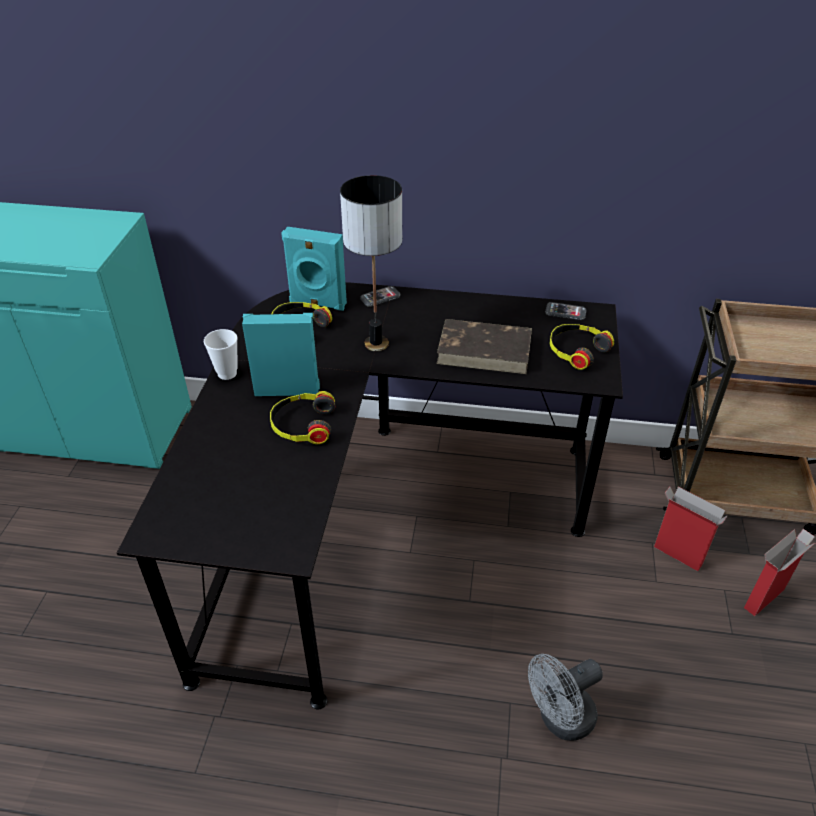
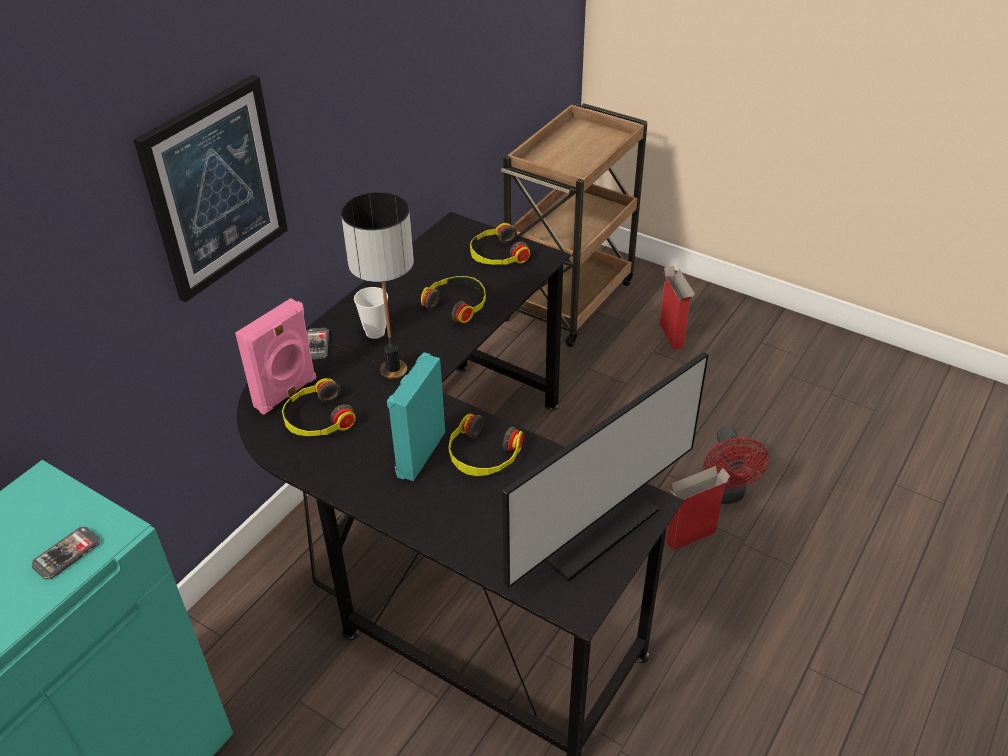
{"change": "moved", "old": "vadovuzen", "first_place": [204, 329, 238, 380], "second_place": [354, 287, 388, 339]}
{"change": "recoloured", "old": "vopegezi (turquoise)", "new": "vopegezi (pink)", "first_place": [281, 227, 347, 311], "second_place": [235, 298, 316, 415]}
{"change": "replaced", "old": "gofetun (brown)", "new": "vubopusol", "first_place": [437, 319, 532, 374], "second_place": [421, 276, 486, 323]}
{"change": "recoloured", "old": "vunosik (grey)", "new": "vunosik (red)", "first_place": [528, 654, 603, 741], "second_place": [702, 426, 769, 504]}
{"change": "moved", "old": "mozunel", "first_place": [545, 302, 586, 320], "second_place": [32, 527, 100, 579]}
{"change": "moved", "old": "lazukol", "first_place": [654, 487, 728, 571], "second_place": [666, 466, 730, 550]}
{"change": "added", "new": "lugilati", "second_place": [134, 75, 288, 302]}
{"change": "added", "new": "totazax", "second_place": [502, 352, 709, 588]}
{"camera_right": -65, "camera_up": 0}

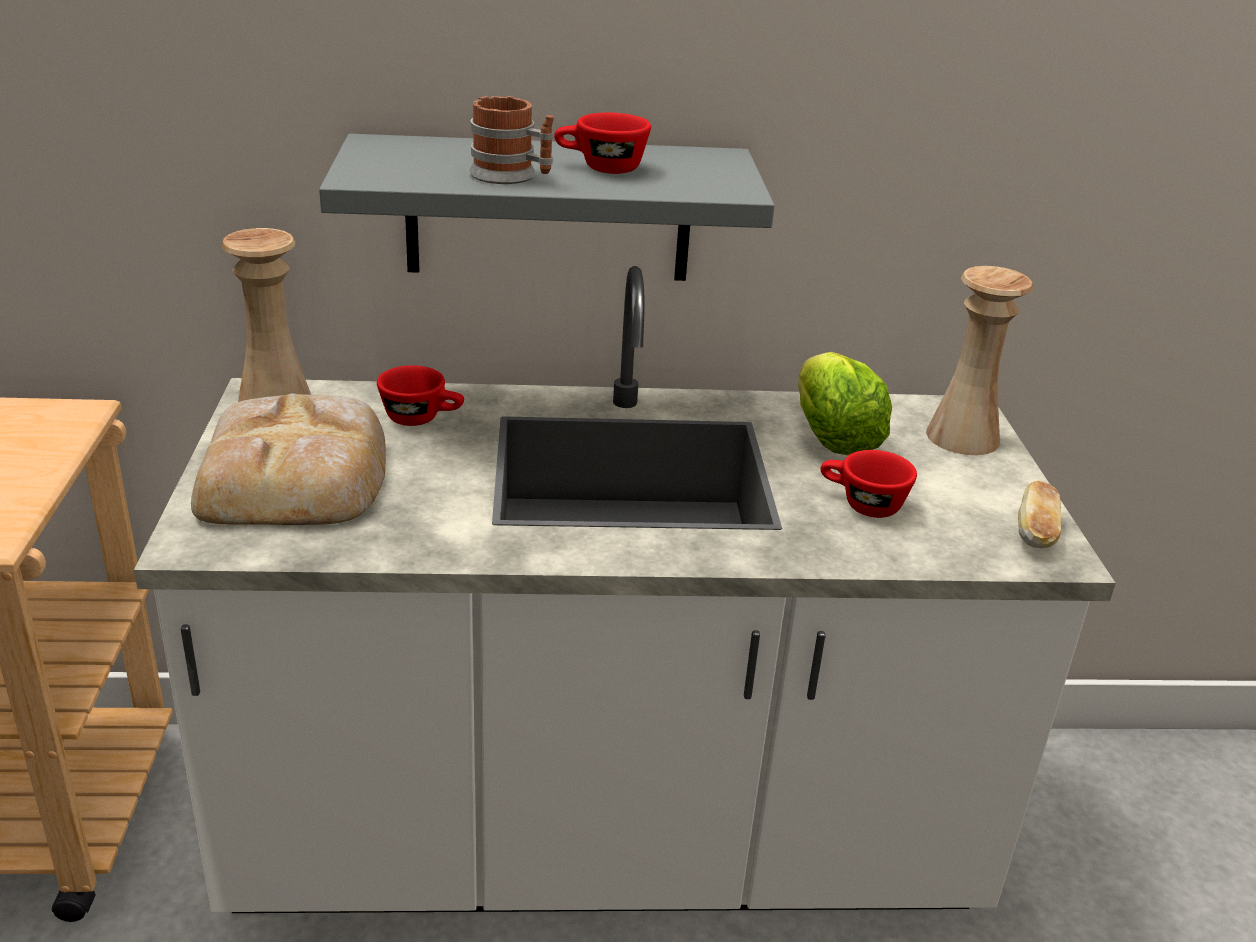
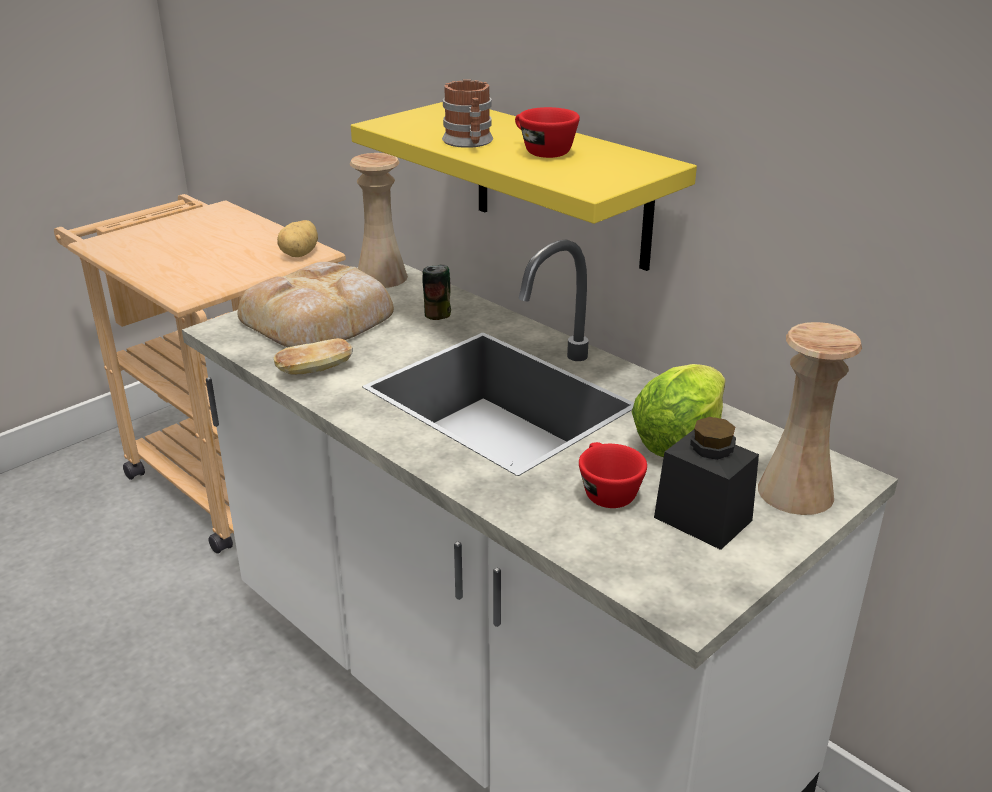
{"change": "recoloured", "old": "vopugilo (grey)", "new": "vopugilo (yellow)", "first_place": [319, 134, 775, 281], "second_place": [351, 102, 697, 271]}
{"change": "replaced", "old": "vadovuzen (red)", "new": "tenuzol", "first_place": [377, 365, 464, 426], "second_place": [422, 264, 451, 320]}
{"change": "moved", "old": "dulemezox", "first_place": [1018, 481, 1061, 548], "second_place": [274, 338, 353, 375]}
{"change": "added", "new": "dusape", "second_place": [277, 220, 318, 257]}
{"change": "added", "new": "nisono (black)", "second_place": [654, 417, 759, 550]}
{"camera_right": 50, "camera_up": 0}

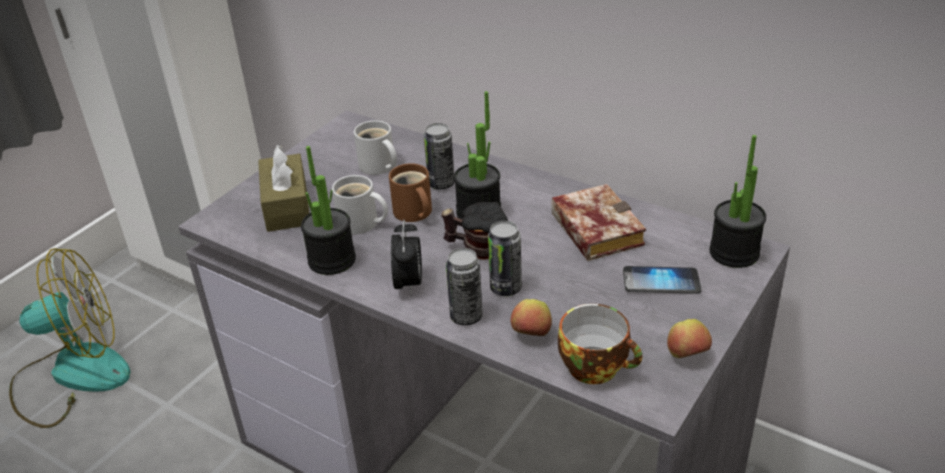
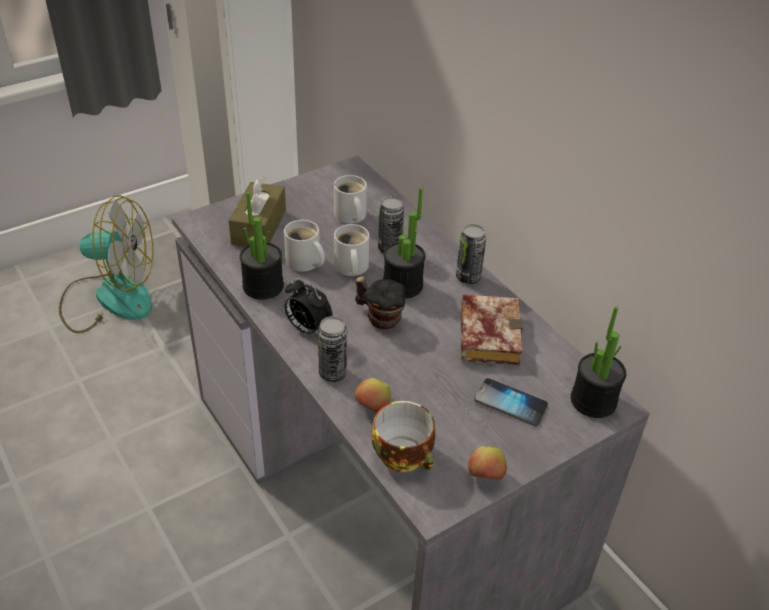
{"change": "recoloured", "old": "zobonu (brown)", "new": "zobonu (white)", "first_place": [389, 163, 432, 222], "second_place": [334, 224, 369, 276]}
{"change": "turned", "old": "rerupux", "first_place": [391, 220, 422, 296], "second_place": [284, 278, 333, 335], "degrees": 105}
{"change": "moved", "old": "tenuzol", "first_place": [488, 221, 522, 296], "second_place": [456, 224, 486, 284]}
{"camera_right": 20, "camera_up": 5}

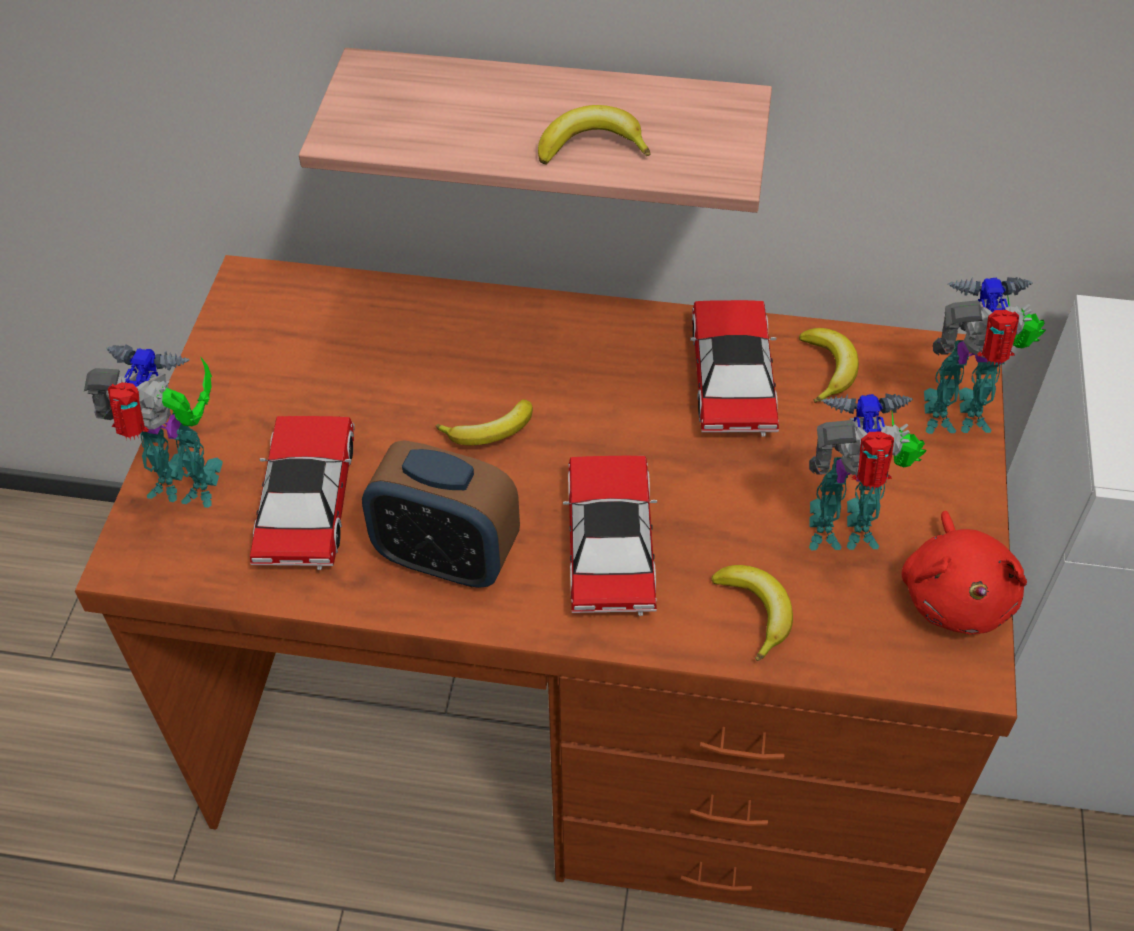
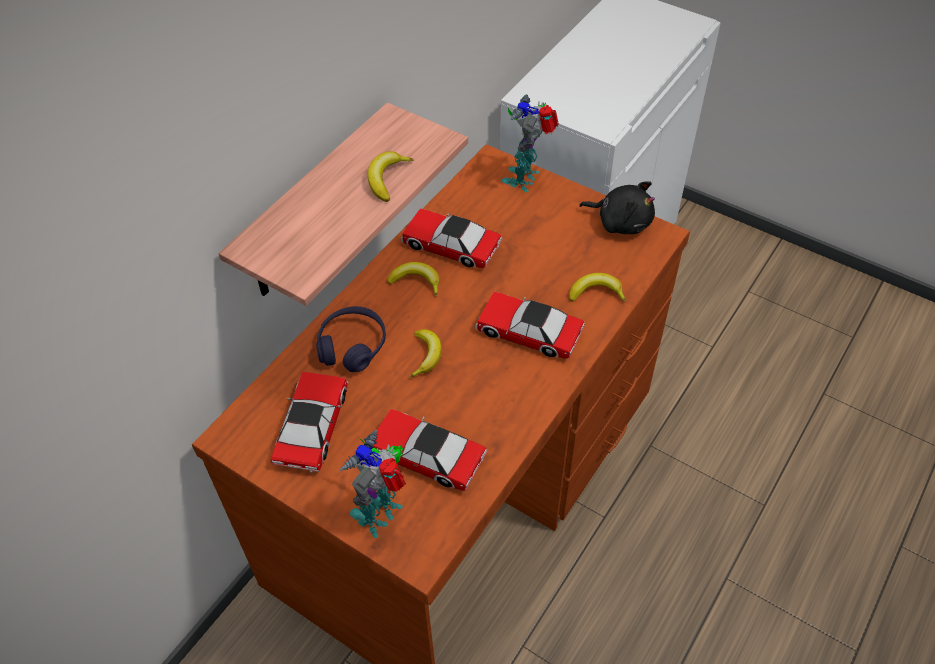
{"change": "removed", "old": "rerupux", "first_place": [362, 440, 520, 588]}
{"change": "moved", "old": "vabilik", "first_place": [799, 328, 859, 403], "second_place": [387, 262, 440, 297]}
{"change": "removed", "old": "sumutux", "first_place": [809, 393, 927, 550]}
{"change": "recoloured", "old": "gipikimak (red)", "new": "gipikimak (black)", "first_place": [901, 511, 1027, 635], "second_place": [579, 181, 655, 234]}
{"change": "added", "new": "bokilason", "second_place": [271, 372, 348, 473]}
{"change": "added", "new": "vubopusol (purple)", "second_place": [316, 306, 386, 372]}
{"camera_right": -65, "camera_up": 0}

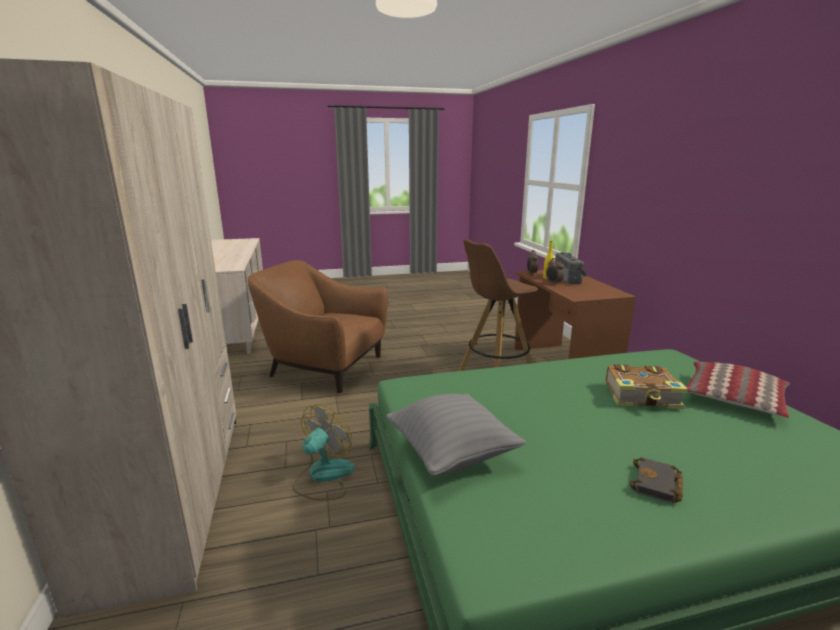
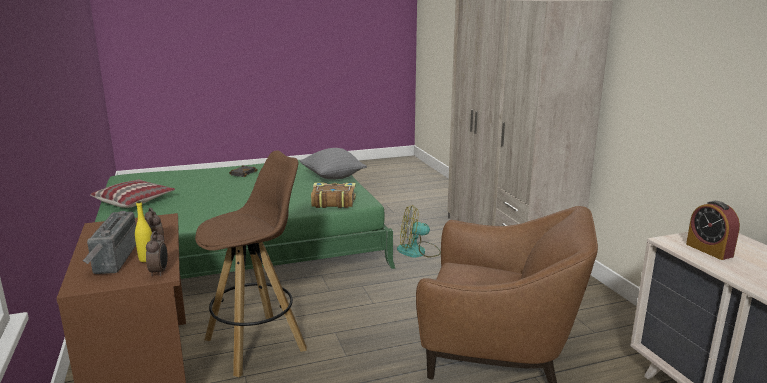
{"change": "turned", "old": "vunosik", "first_place": [293, 405, 355, 501], "second_place": [397, 205, 441, 258], "degrees": 60}
{"change": "moved", "old": "gofetun", "first_place": [606, 364, 688, 409], "second_place": [311, 182, 356, 208]}
{"change": "added", "new": "rerupux", "second_place": [686, 201, 740, 260]}
{"camera_right": 175, "camera_up": 0}

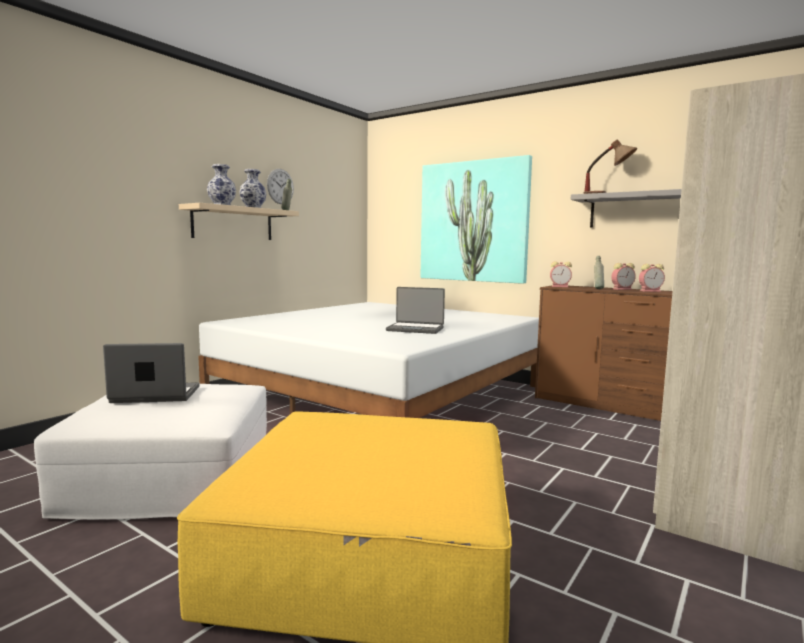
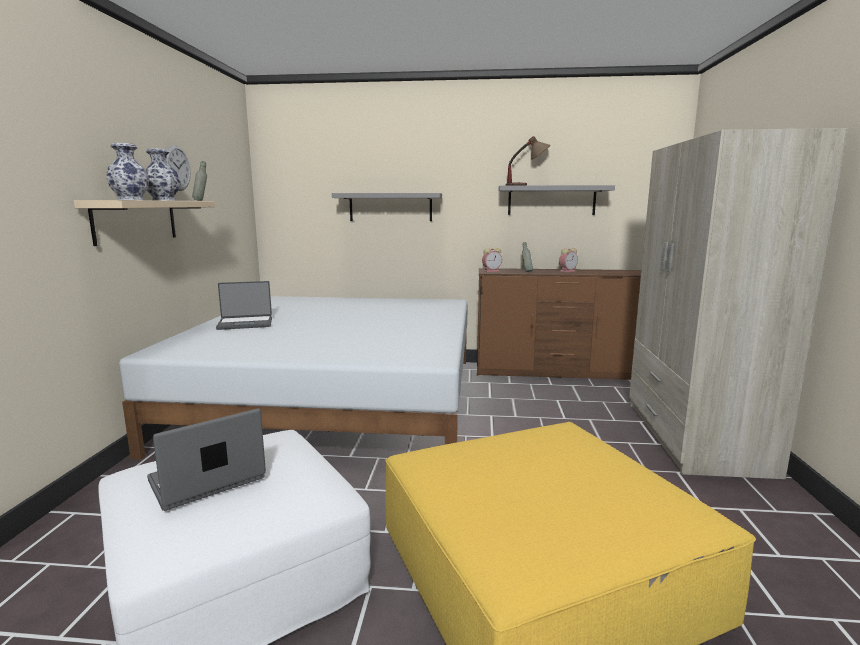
{"change": "moved", "old": "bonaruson", "first_place": [386, 287, 445, 334], "second_place": [216, 281, 272, 330]}
{"change": "replaced", "old": "lugilati", "new": "vopugilo (grey)", "first_place": [421, 155, 532, 284], "second_place": [332, 193, 442, 221]}
{"change": "removed", "old": "rerupux", "first_place": [611, 263, 636, 290]}
{"camera_right": -30, "camera_up": 5}

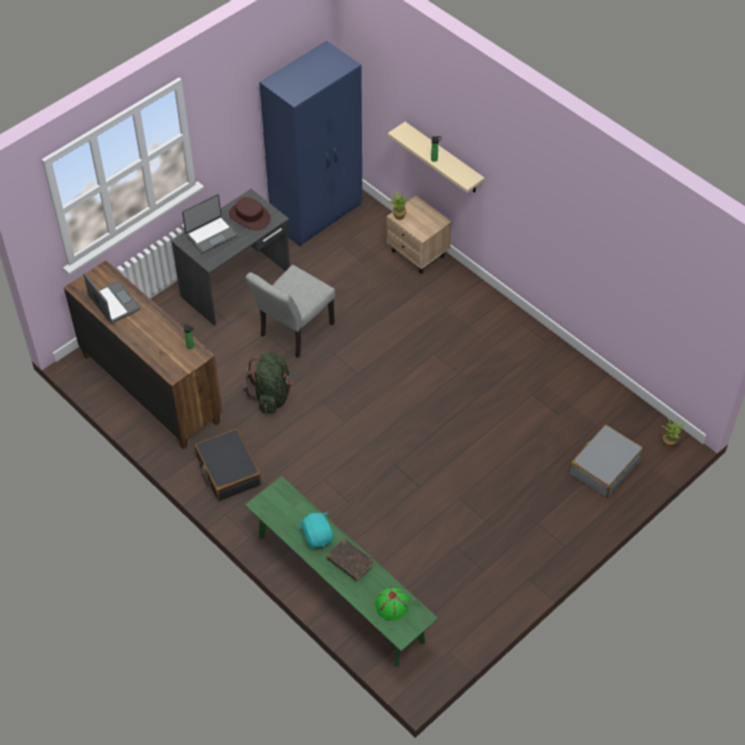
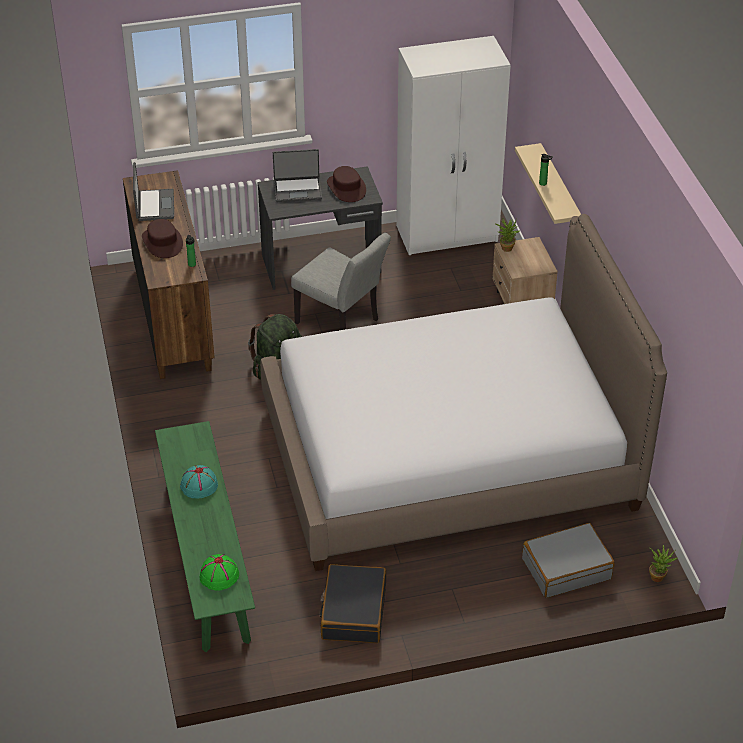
{"change": "moved", "old": "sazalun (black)", "first_place": [195, 429, 261, 501], "second_place": [320, 564, 386, 643]}
{"change": "turned", "old": "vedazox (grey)", "first_place": [245, 265, 335, 358], "second_place": [291, 233, 391, 330], "degrees": -120}
{"change": "recoloured", "old": "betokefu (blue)", "new": "betokefu (white)", "first_place": [259, 41, 362, 247], "second_place": [396, 36, 511, 255]}
{"change": "replaced", "old": "gipikimak (turquoise)", "new": "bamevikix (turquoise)", "first_place": [299, 512, 333, 548], "second_place": [180, 465, 218, 498]}
{"change": "removed", "old": "gofetun (brown)", "first_place": [327, 538, 374, 581]}
{"change": "added", "new": "bamevikix (brown)", "second_place": [142, 219, 183, 258]}
{"change": "added", "new": "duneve", "second_place": [260, 214, 667, 571]}
{"camera_right": 30, "camera_up": -10}

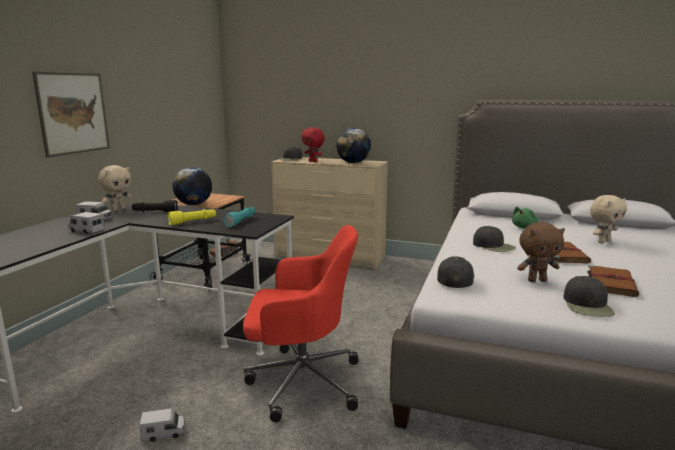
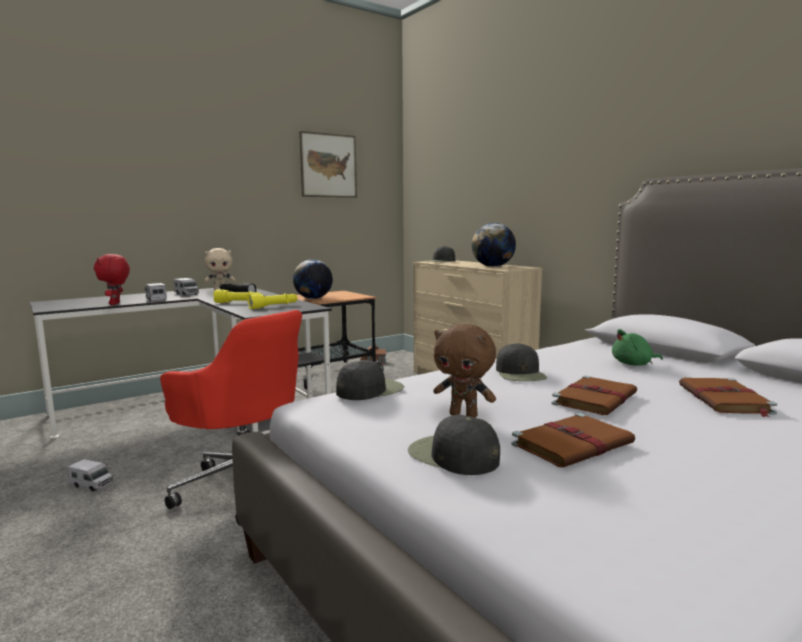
{"change": "moved", "old": "lugilati", "first_place": [32, 72, 110, 157], "second_place": [299, 131, 357, 198]}
{"change": "recoloured", "old": "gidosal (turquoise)", "new": "gidosal (yellow)", "first_place": [223, 207, 256, 227], "second_place": [247, 293, 298, 309]}
{"change": "moved", "old": "gipikimak (red)", "first_place": [301, 127, 325, 162], "second_place": [94, 254, 130, 305]}
{"change": "turned", "old": "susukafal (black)", "first_place": [563, 276, 615, 317], "second_place": [408, 415, 500, 475], "degrees": 90}
{"change": "replaced", "old": "gipikimak (beige)", "new": "gofetun (brown)", "first_place": [590, 195, 627, 243], "second_place": [679, 378, 777, 417]}
{"camera_right": 35, "camera_up": -5}

